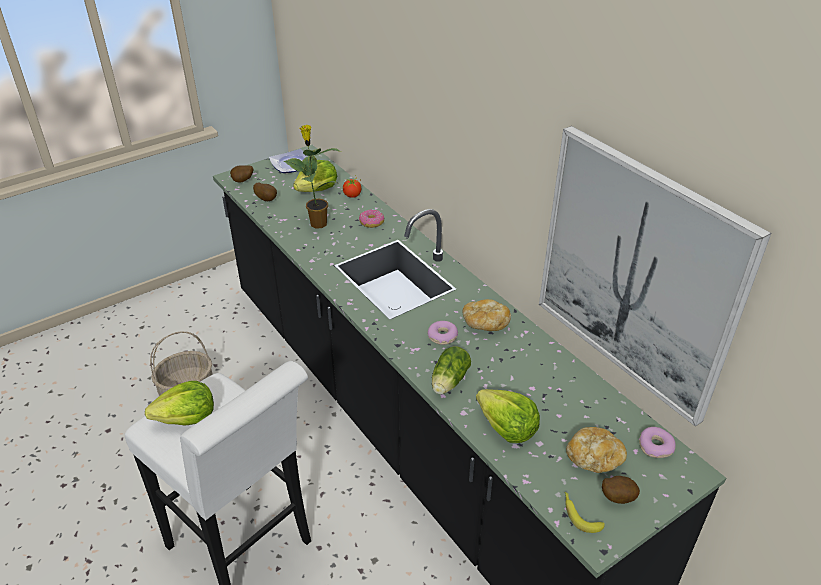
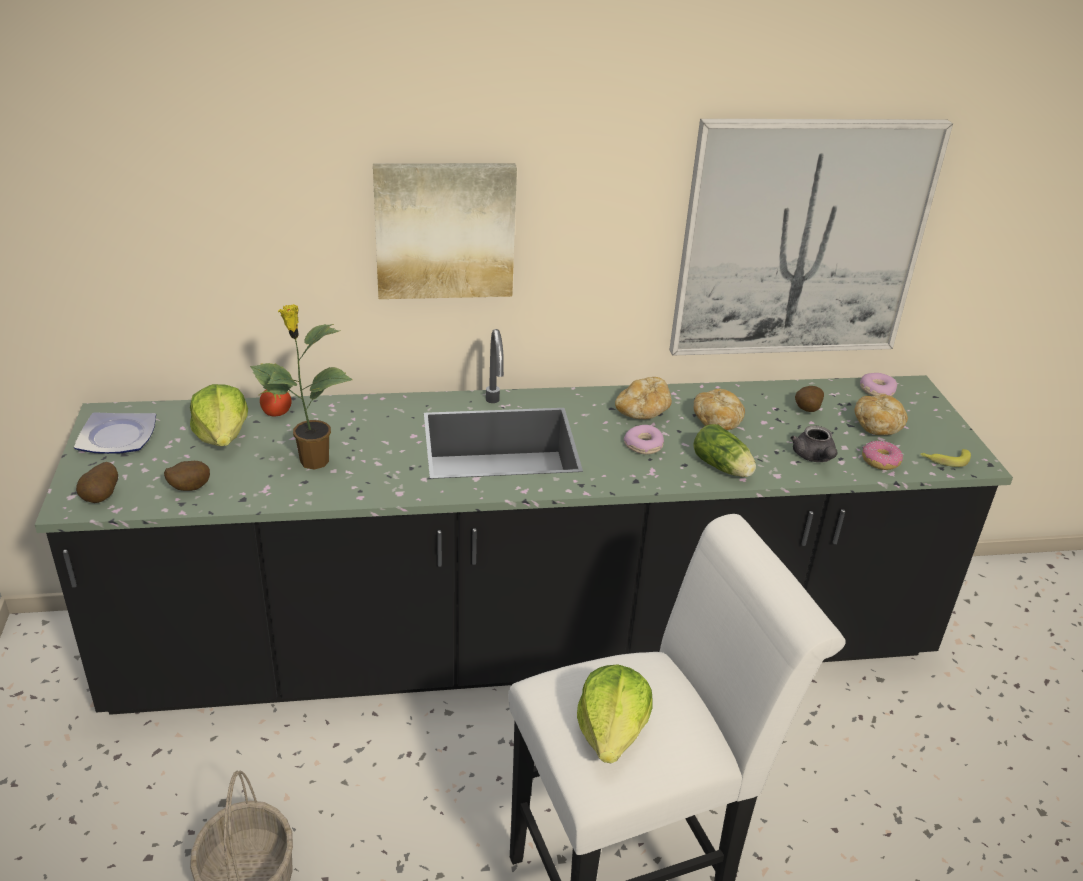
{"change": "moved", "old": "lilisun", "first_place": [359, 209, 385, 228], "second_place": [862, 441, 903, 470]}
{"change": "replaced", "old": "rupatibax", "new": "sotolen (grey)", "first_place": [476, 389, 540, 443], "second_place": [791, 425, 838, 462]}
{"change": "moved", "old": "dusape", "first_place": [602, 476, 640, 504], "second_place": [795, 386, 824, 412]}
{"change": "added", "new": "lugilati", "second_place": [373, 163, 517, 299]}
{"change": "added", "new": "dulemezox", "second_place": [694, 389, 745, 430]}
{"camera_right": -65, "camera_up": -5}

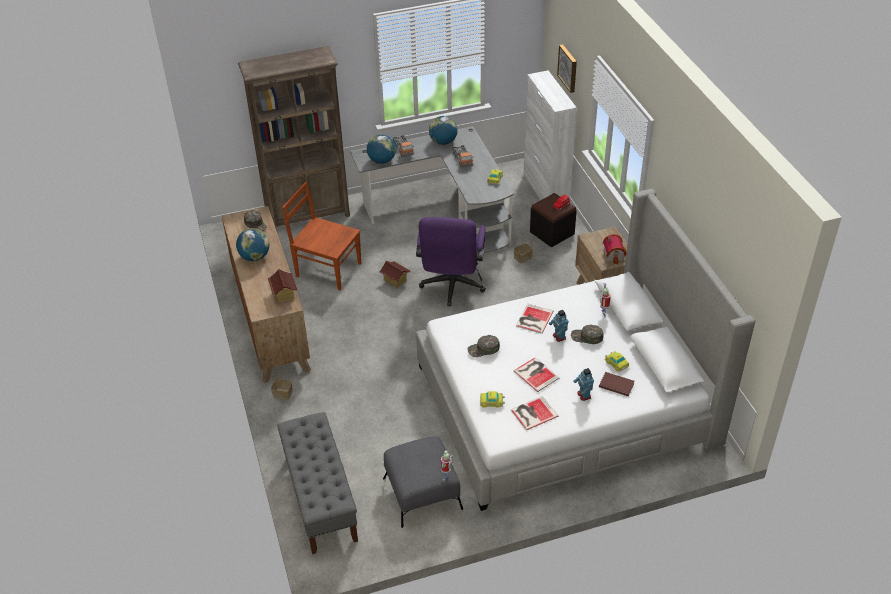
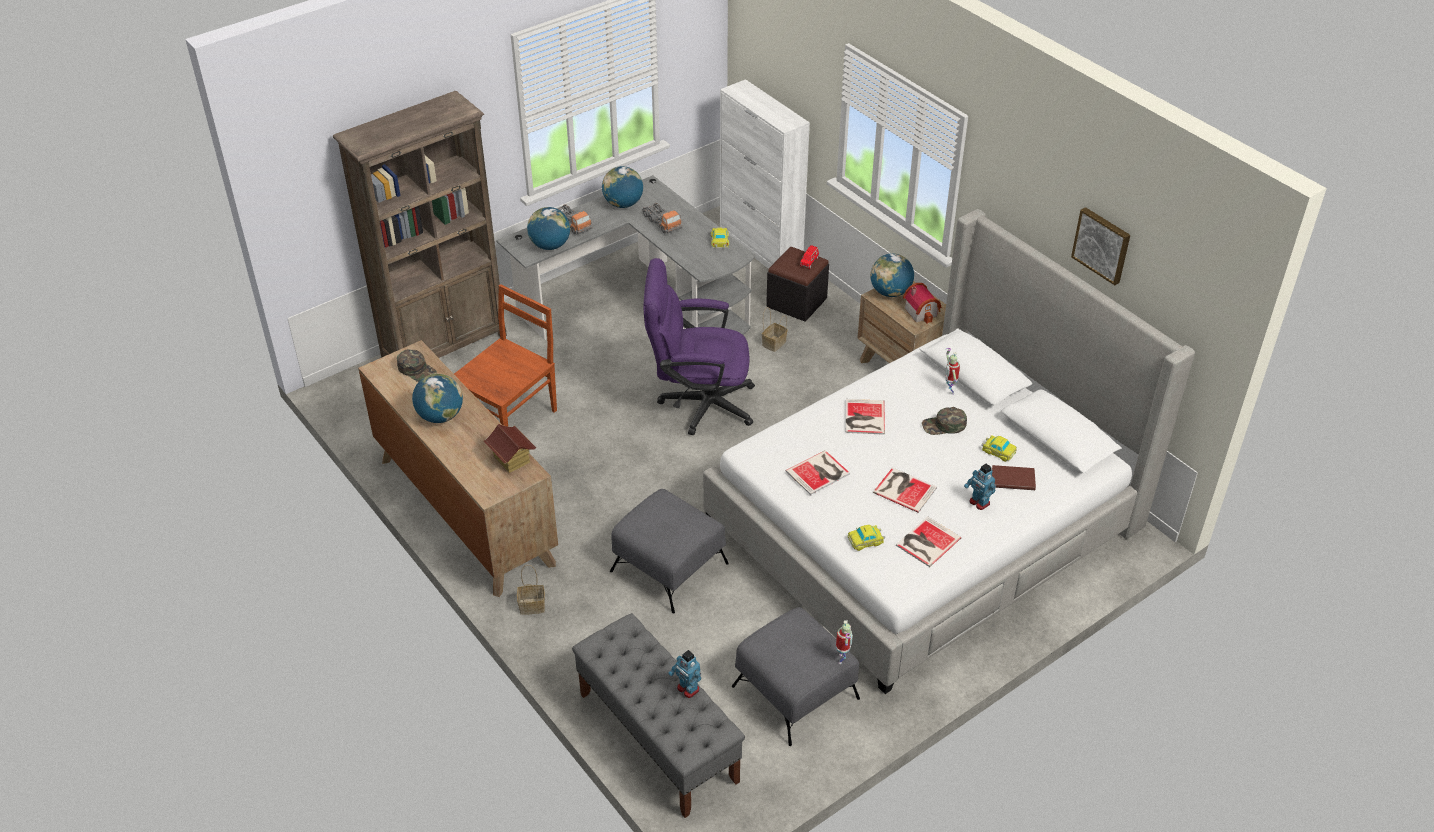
{"change": "turned", "old": "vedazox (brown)", "first_place": [282, 182, 361, 290], "second_place": [454, 284, 557, 426], "degrees": 120}
{"change": "removed", "old": "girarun", "first_place": [379, 261, 411, 288]}
{"change": "turned", "old": "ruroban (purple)", "first_place": [416, 217, 486, 306], "second_place": [644, 258, 755, 435], "degrees": 105}
{"change": "replaced", "old": "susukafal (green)", "new": "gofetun", "first_place": [467, 335, 500, 357], "second_place": [786, 450, 850, 495]}
{"change": "moved", "old": "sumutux", "first_place": [549, 310, 568, 342], "second_place": [668, 650, 701, 698]}
{"change": "moved", "old": "lugilati", "first_place": [557, 44, 577, 93], "second_place": [1071, 207, 1130, 285]}
{"change": "added", "new": "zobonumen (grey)", "second_place": [610, 489, 729, 613]}
{"change": "added", "new": "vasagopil", "second_place": [870, 253, 914, 297]}
{"camera_right": -20, "camera_up": 0}

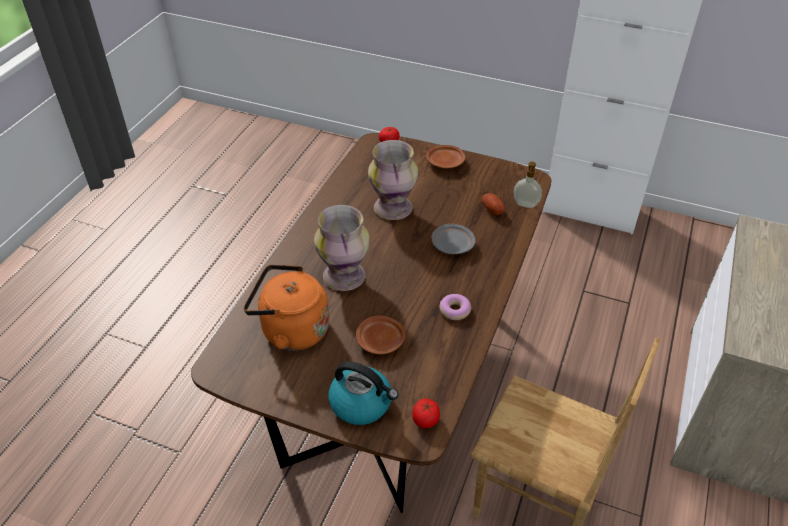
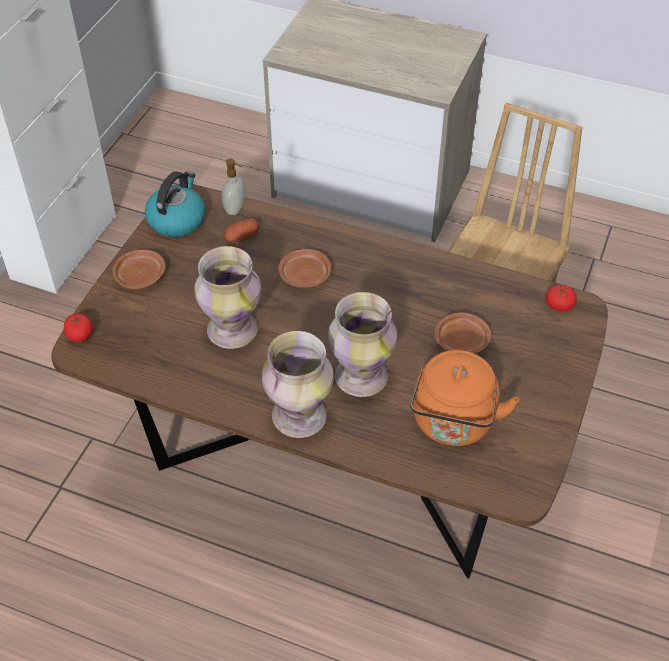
{"change": "moved", "old": "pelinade", "first_place": [328, 361, 398, 425], "second_place": [145, 171, 205, 237]}
{"change": "recoloured", "old": "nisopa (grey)", "new": "nisopa (brown)", "first_place": [431, 224, 476, 254], "second_place": [278, 249, 331, 288]}
{"change": "removed", "old": "lilisun", "first_place": [440, 294, 471, 320]}
{"change": "added", "new": "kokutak", "second_place": [262, 331, 334, 438]}
{"camera_right": -90, "camera_up": 5}

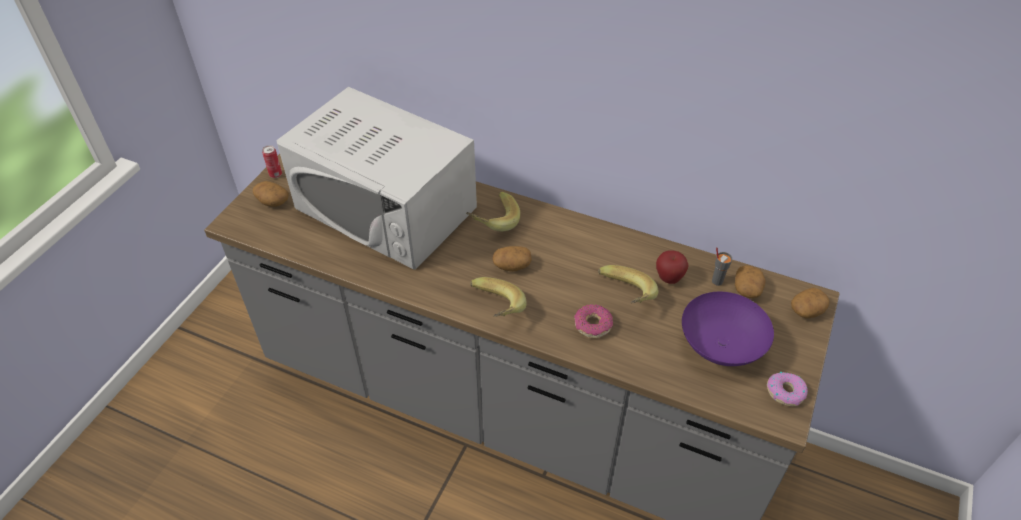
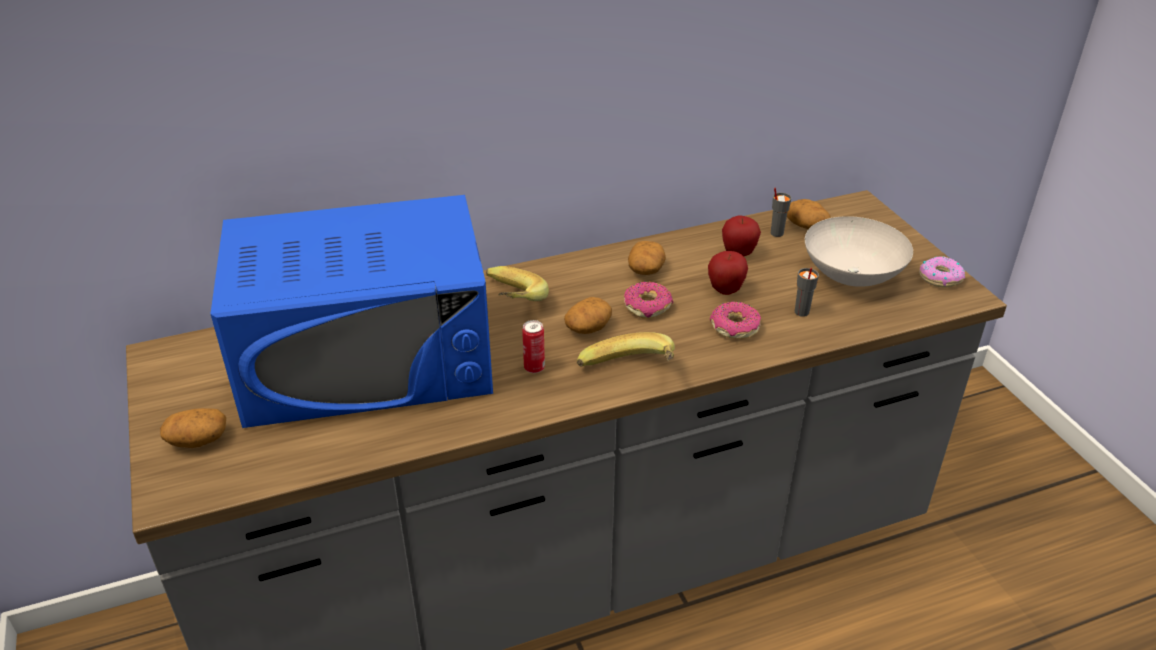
{"change": "moved", "old": "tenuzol", "first_place": [262, 145, 282, 178], "second_place": [522, 320, 545, 373]}
{"change": "recoloured", "old": "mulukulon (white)", "new": "mulukulon (blue)", "first_place": [276, 87, 477, 270], "second_place": [210, 195, 493, 428]}
{"change": "replaced", "old": "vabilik", "new": "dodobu", "first_place": [598, 265, 659, 303], "second_place": [708, 251, 748, 295]}
{"change": "recoloured", "old": "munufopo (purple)", "new": "munufopo (white)", "first_place": [682, 292, 774, 366], "second_place": [805, 216, 913, 287]}
{"change": "moved", "old": "dusape", "first_place": [791, 288, 830, 318], "second_place": [628, 241, 666, 275]}
{"change": "added", "new": "lilisun", "second_place": [624, 282, 673, 319]}
{"change": "added", "new": "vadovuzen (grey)", "second_place": [795, 268, 819, 317]}
{"camera_right": -45, "camera_up": -10}

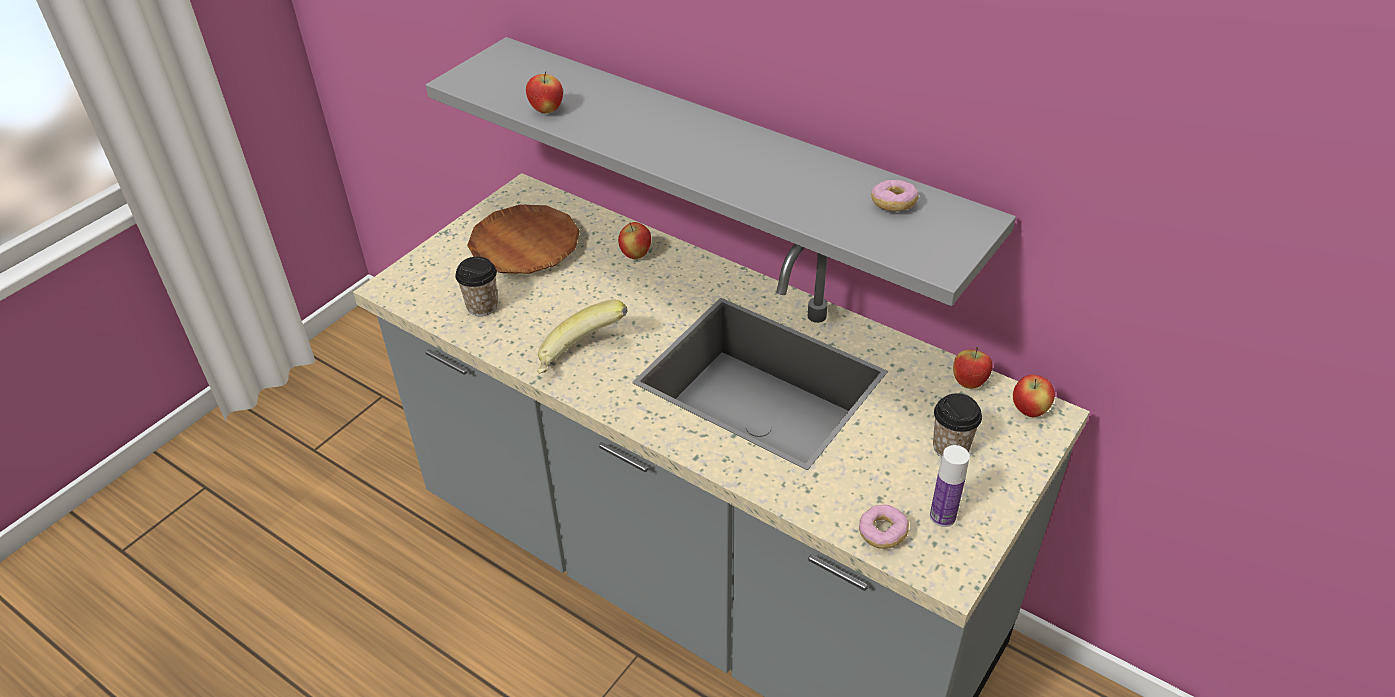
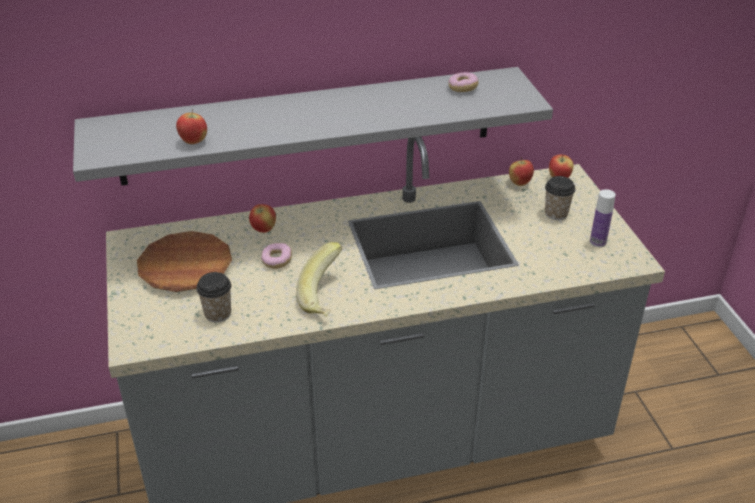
{"change": "moved", "old": "lilisun", "first_place": [859, 504, 909, 549], "second_place": [261, 243, 292, 269]}
{"camera_right": -50, "camera_up": -5}

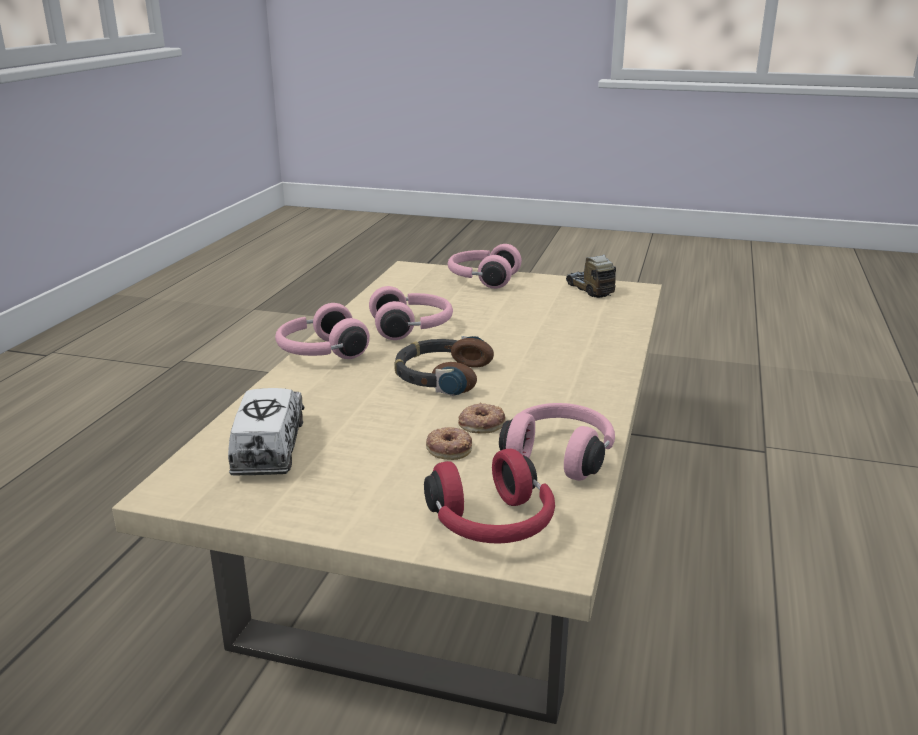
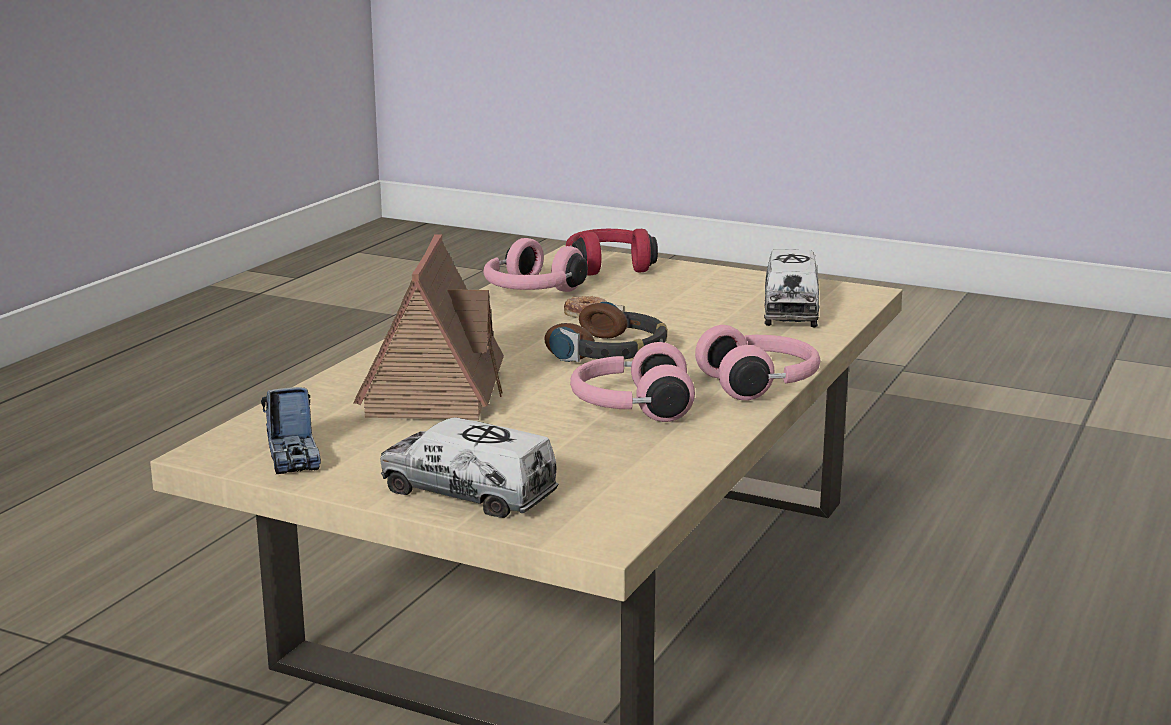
{"change": "removed", "old": "lilisun", "first_place": [426, 427, 472, 460]}
{"change": "replaced", "old": "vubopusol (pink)", "new": "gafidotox", "first_place": [448, 244, 522, 289], "second_place": [380, 417, 558, 518]}
{"change": "added", "new": "girarun", "second_place": [353, 234, 504, 420]}
{"camera_right": -170, "camera_up": -5}

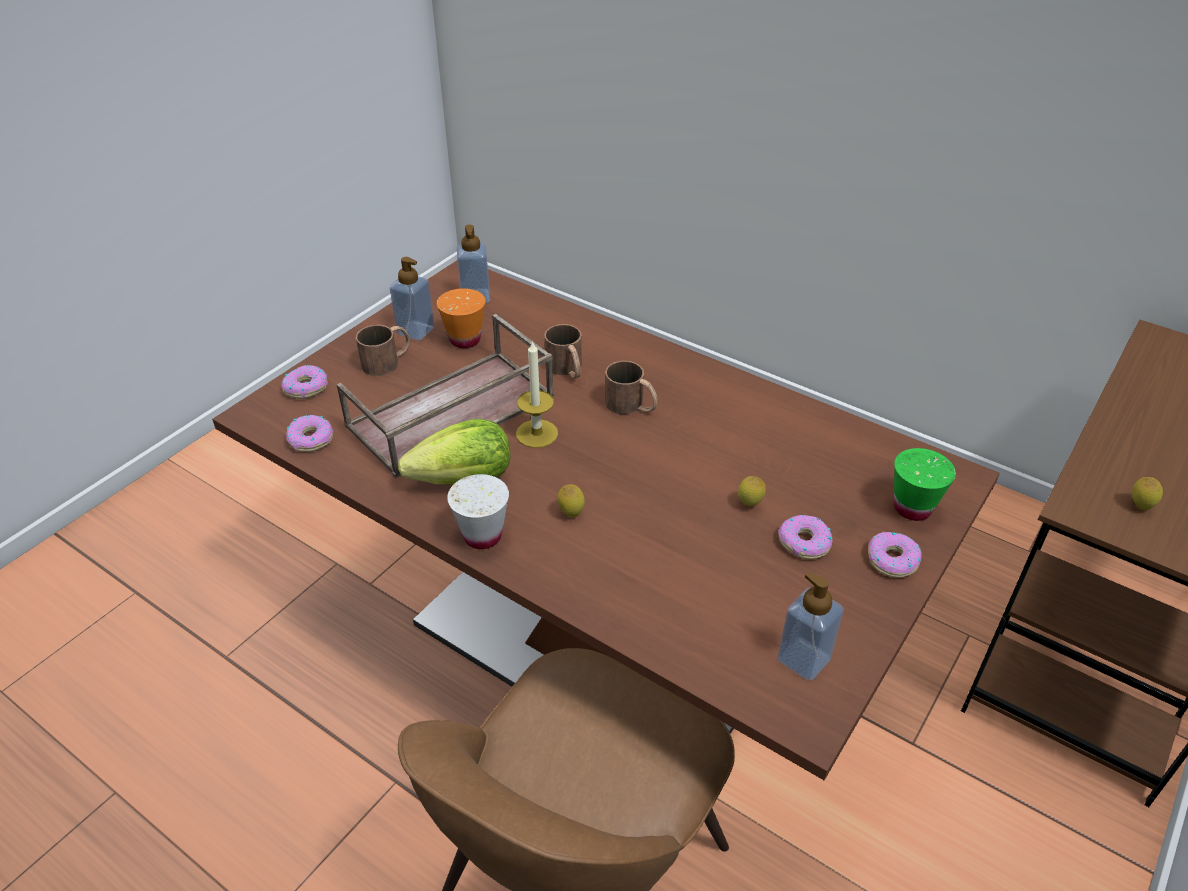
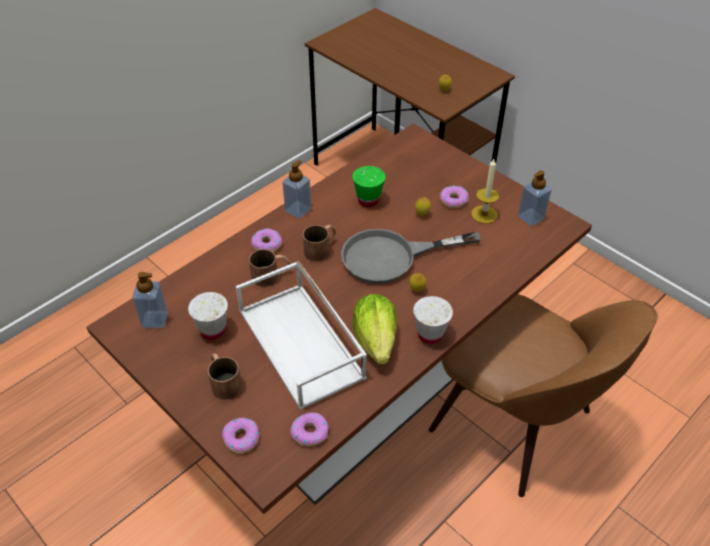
{"change": "recoloured", "old": "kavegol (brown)", "new": "kavegol (white)", "first_place": [336, 314, 554, 478], "second_place": [236, 261, 367, 410]}
{"change": "moved", "old": "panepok", "first_place": [390, 257, 434, 341], "second_place": [282, 160, 311, 219]}
{"change": "recoloured", "old": "vadovuzen (orange)", "new": "vadovuzen (white)", "first_place": [437, 288, 486, 348], "second_place": [188, 292, 228, 339]}
{"change": "moved", "old": "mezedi", "first_place": [516, 341, 558, 448], "second_place": [471, 159, 499, 224]}
{"change": "moved", "old": "lilisun", "first_place": [868, 532, 922, 578], "second_place": [251, 228, 282, 252]}
{"change": "moved", "old": "vadovuzen (green)", "first_place": [894, 448, 956, 521], "second_place": [352, 166, 386, 207]}
{"change": "added", "new": "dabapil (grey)", "second_place": [341, 229, 481, 284]}
{"camera_right": -80, "camera_up": 5}

